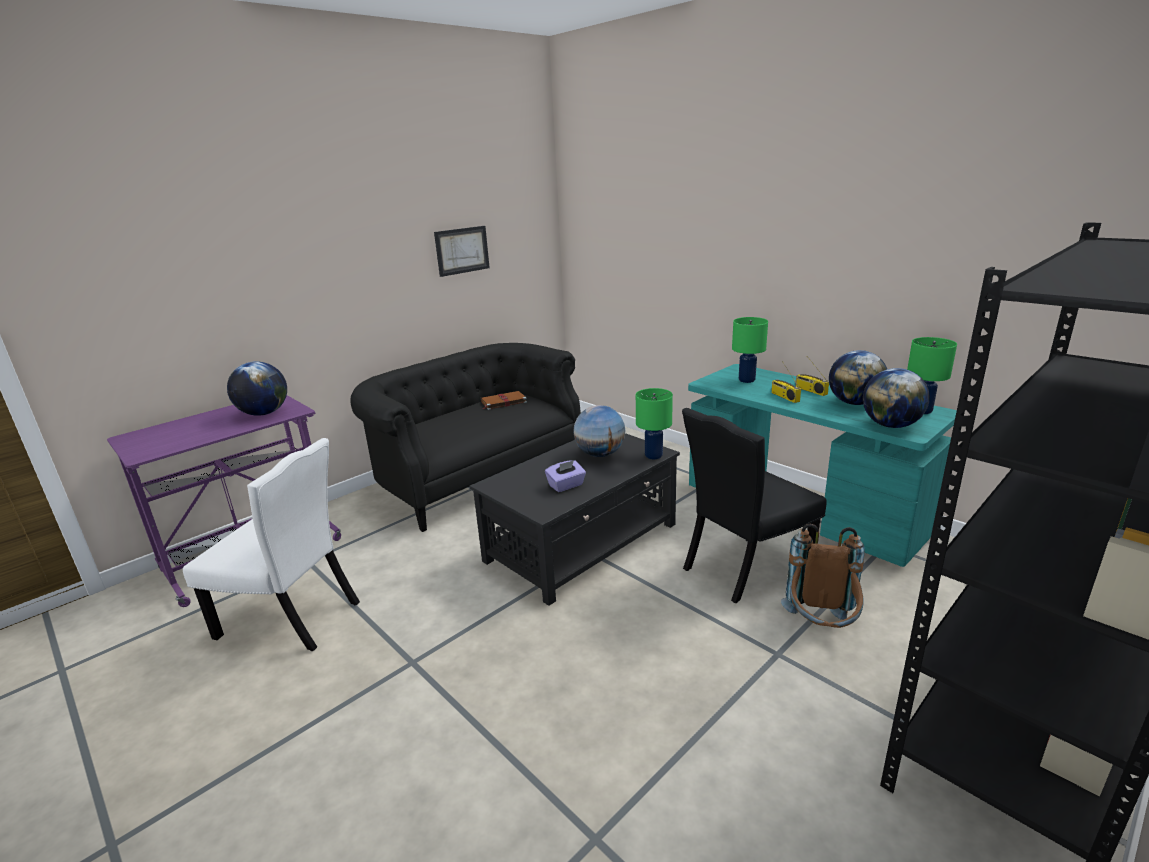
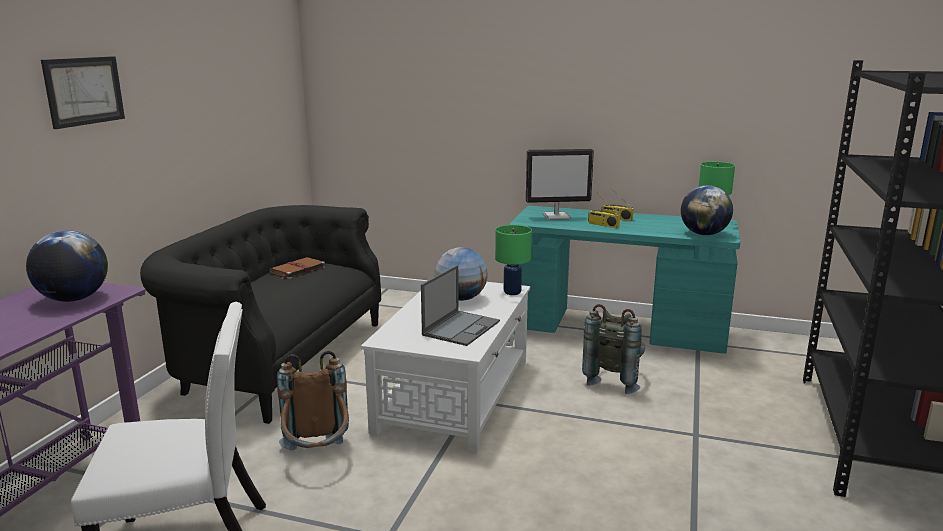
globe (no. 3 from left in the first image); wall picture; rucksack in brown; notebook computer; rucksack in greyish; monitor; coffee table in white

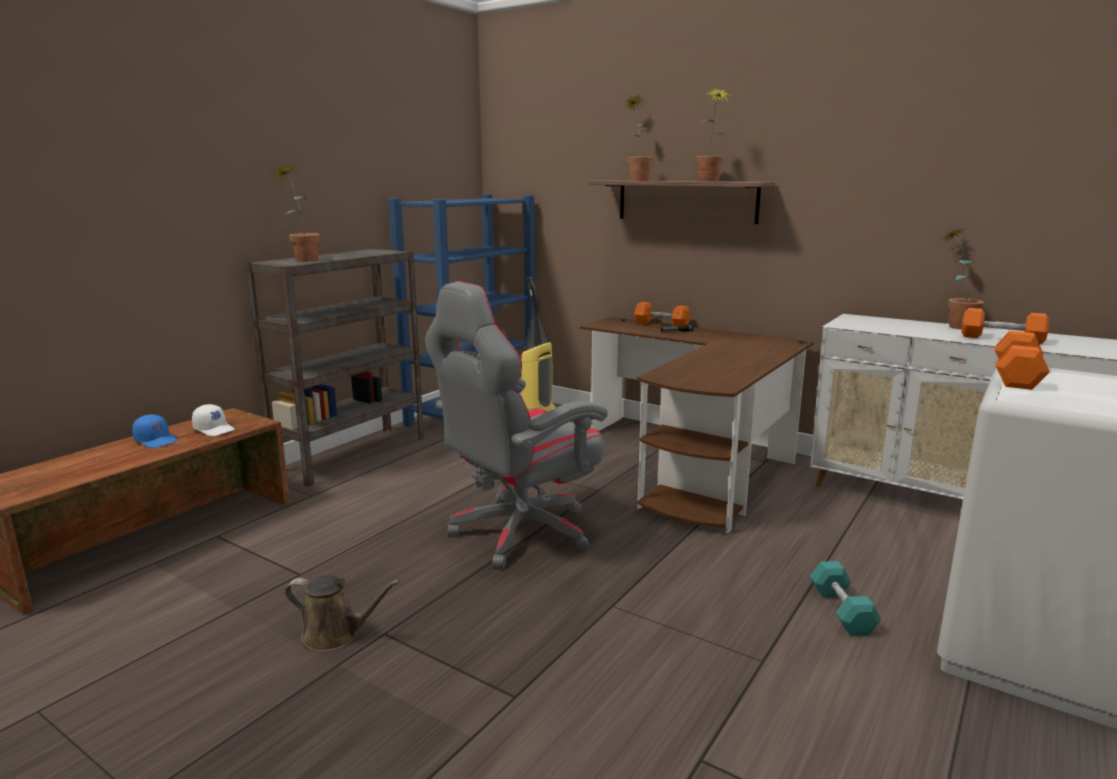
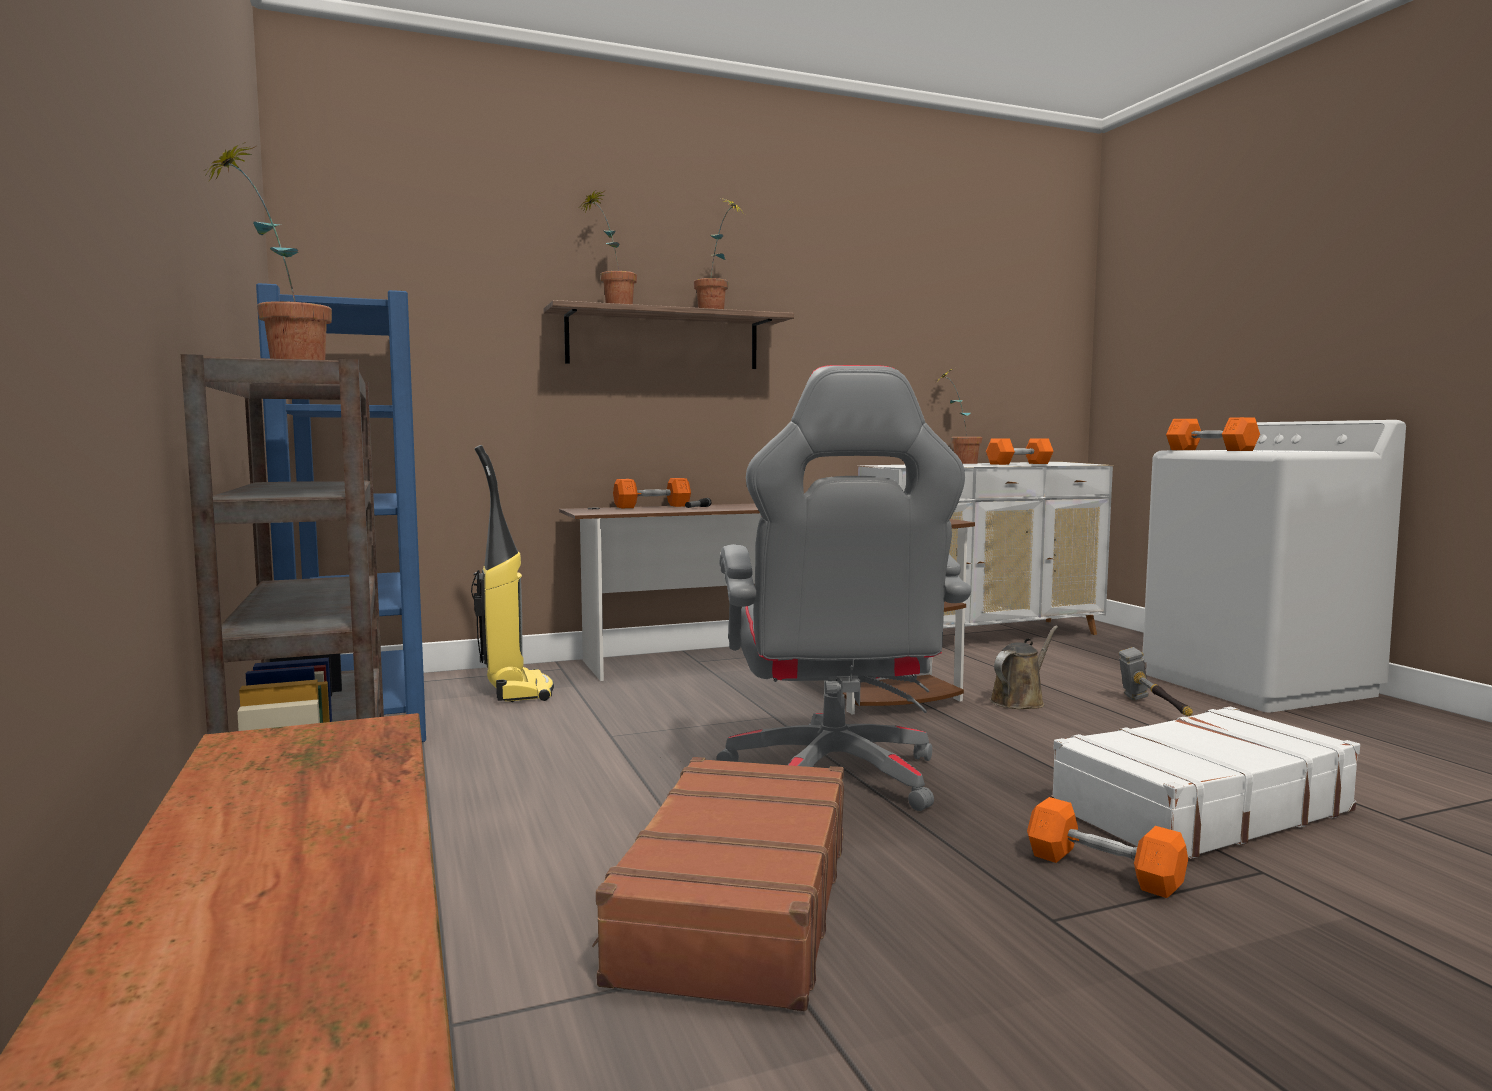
peaked cap in blue-coloured; peaked cap in white; suitcase in brown; free weight in orange-coloured (no. 3 from left); suitcase in white; watering can in brown; hammer

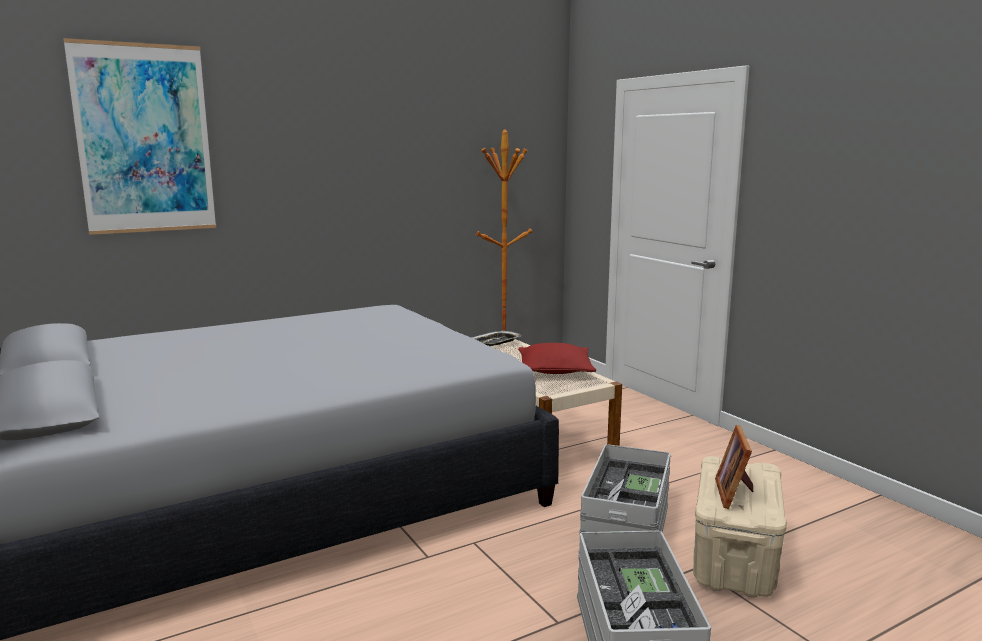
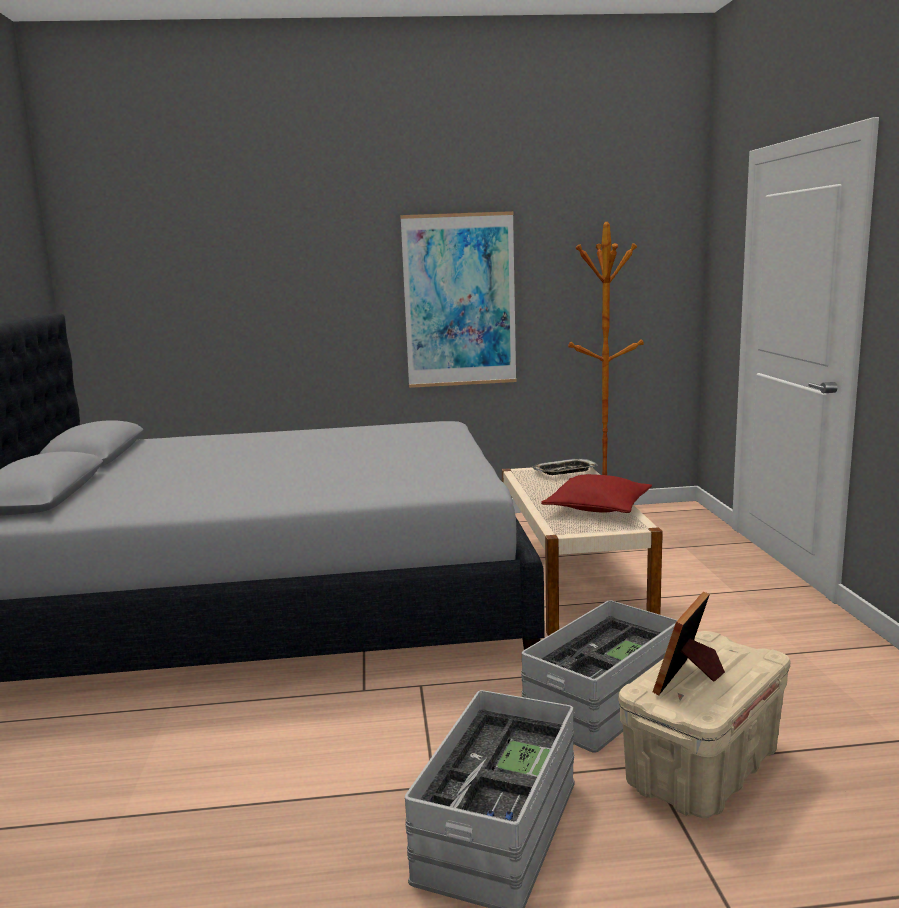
wall picture

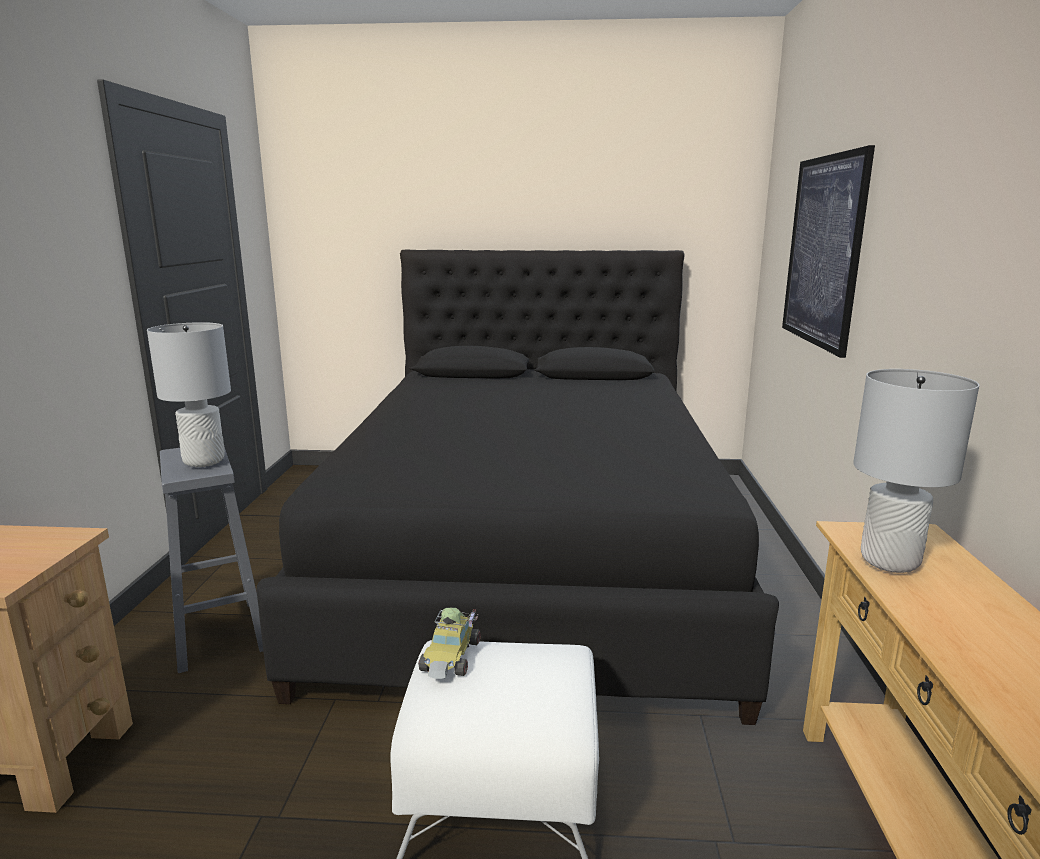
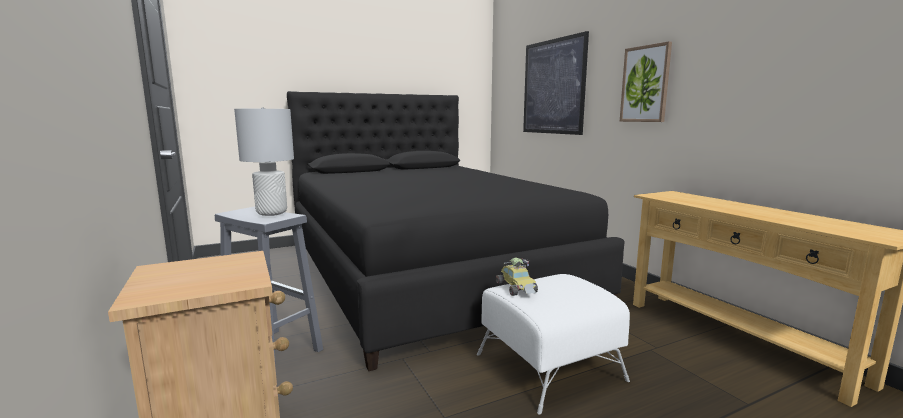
lamp for a table in greyish (no. 2 from left in the first image); wall picture (no. 2 from left)

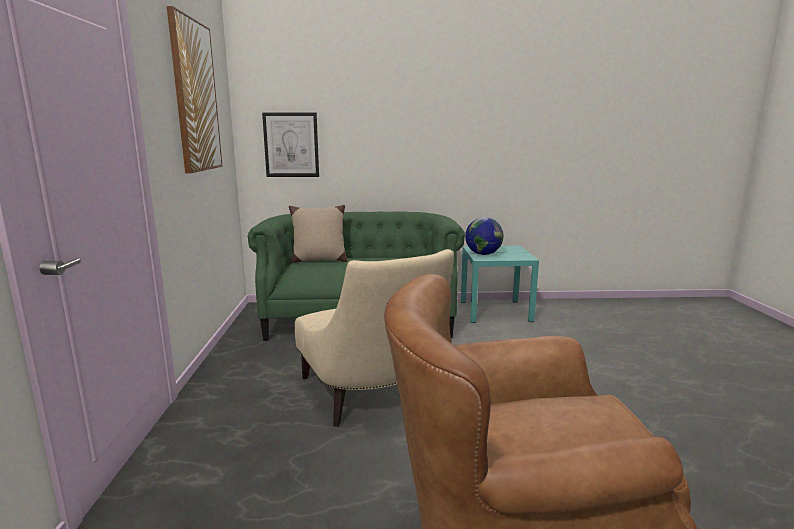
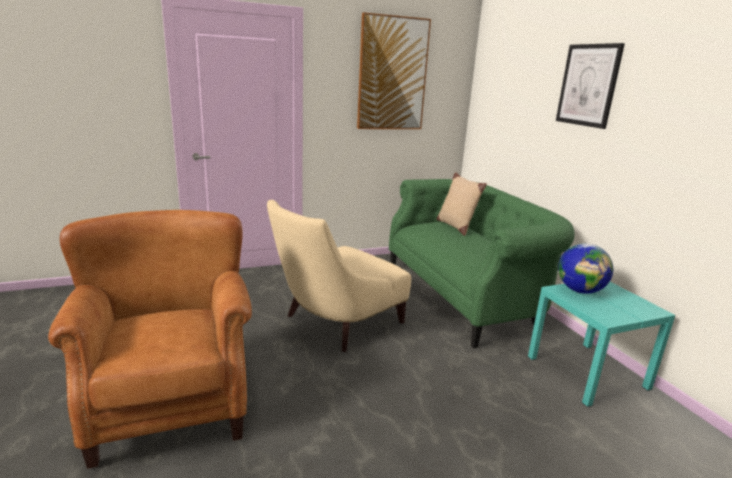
wall picture (no. 2 from left)

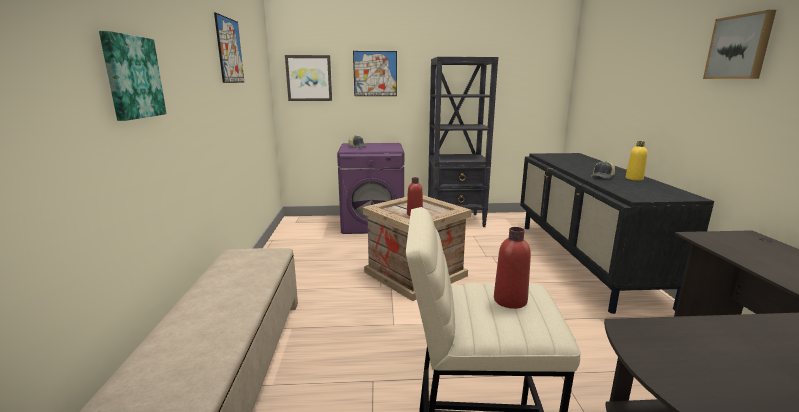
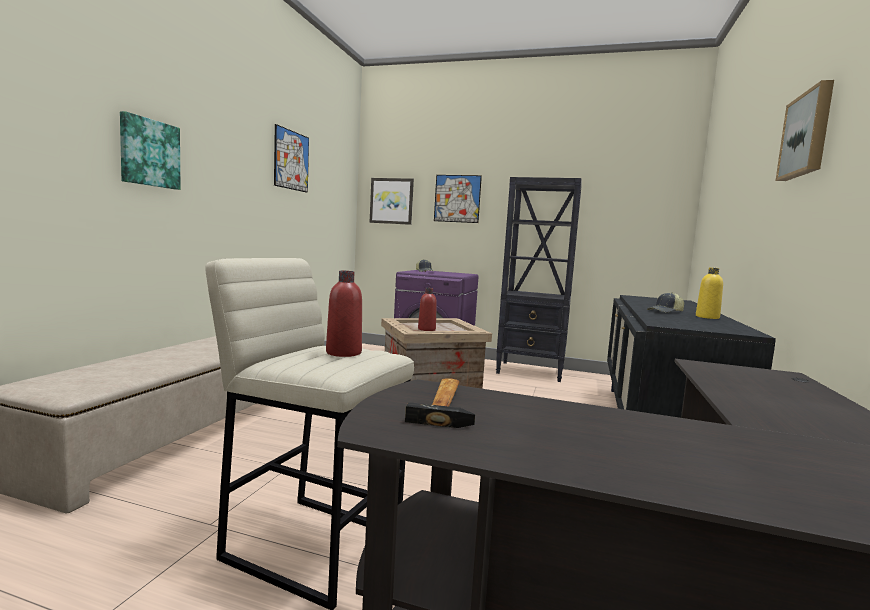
hammer

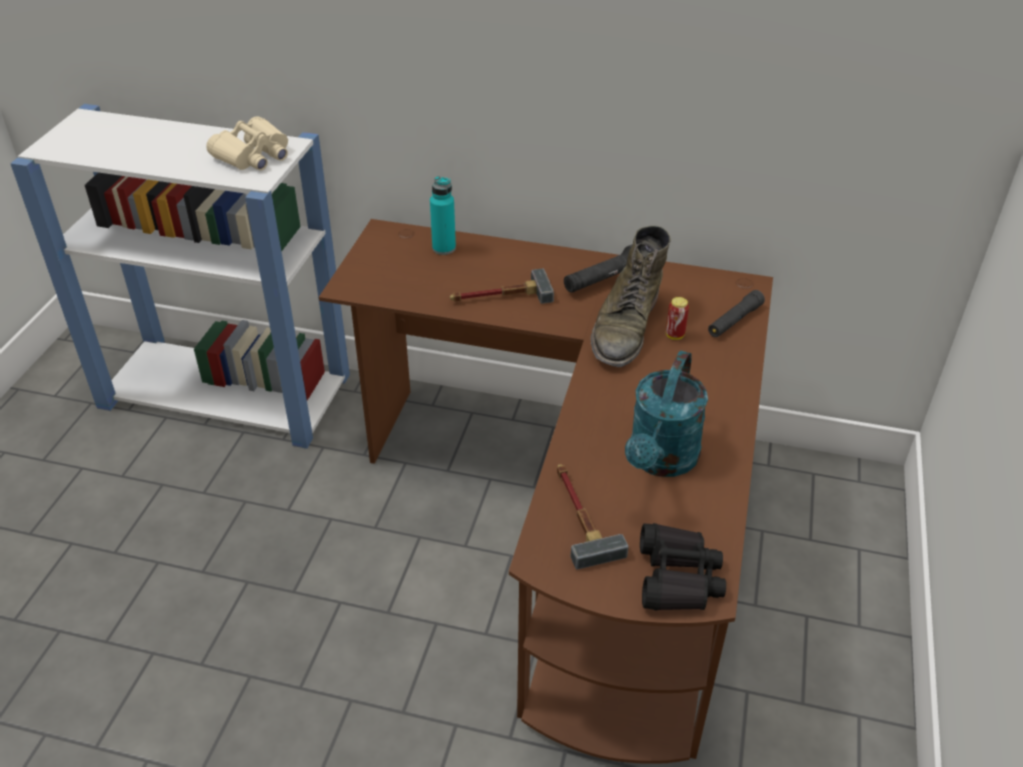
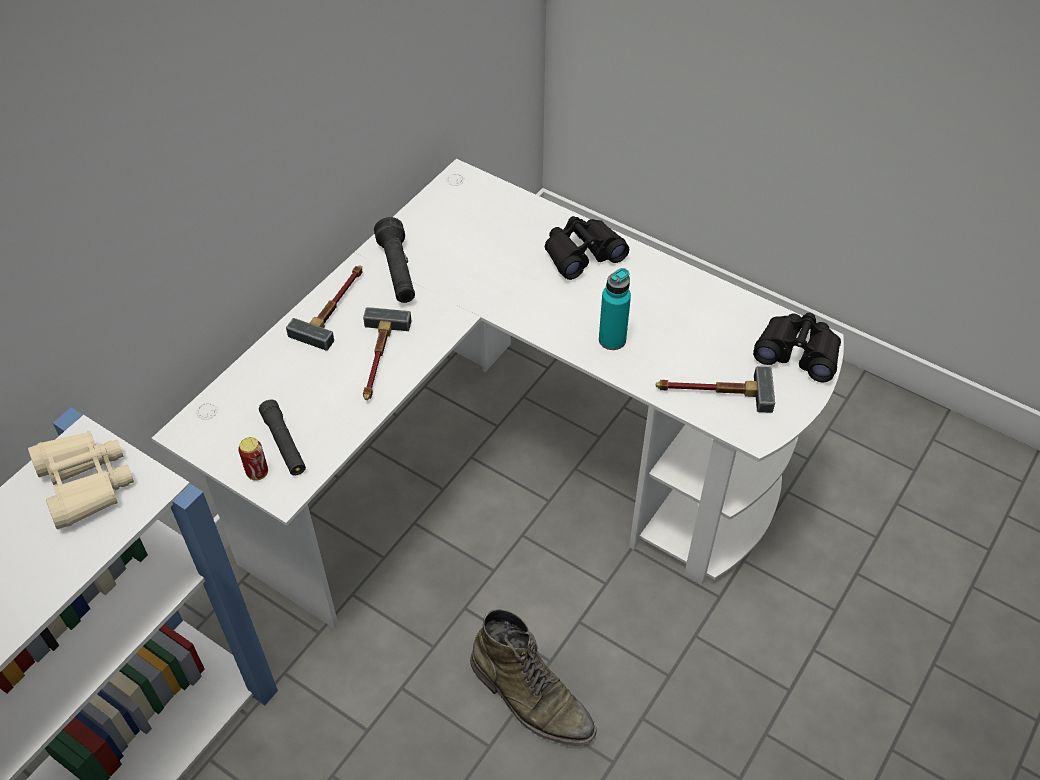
watering can in turquoise-coloured; hammer (no. 1 from left); field glasses in black (no. 1 from left); drink bottle in turquoise-coloured; high-top boot in green; sealed can; hand torch in black (no. 1 from left); desk unit in white

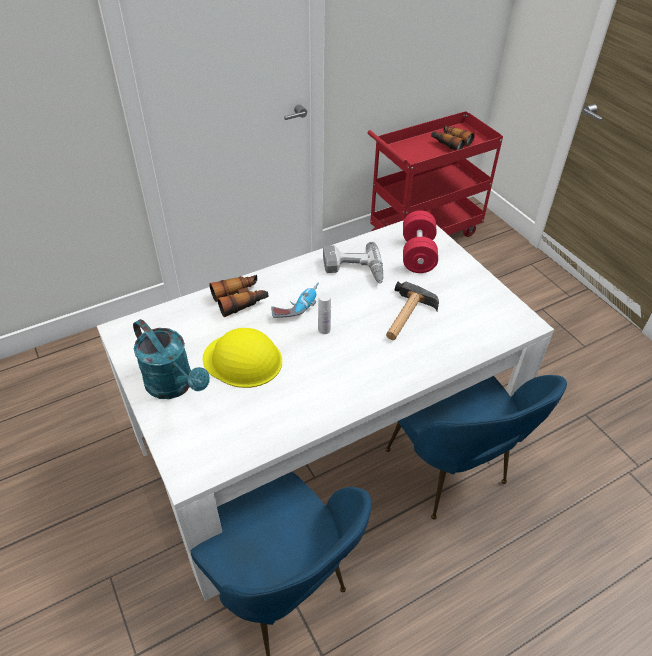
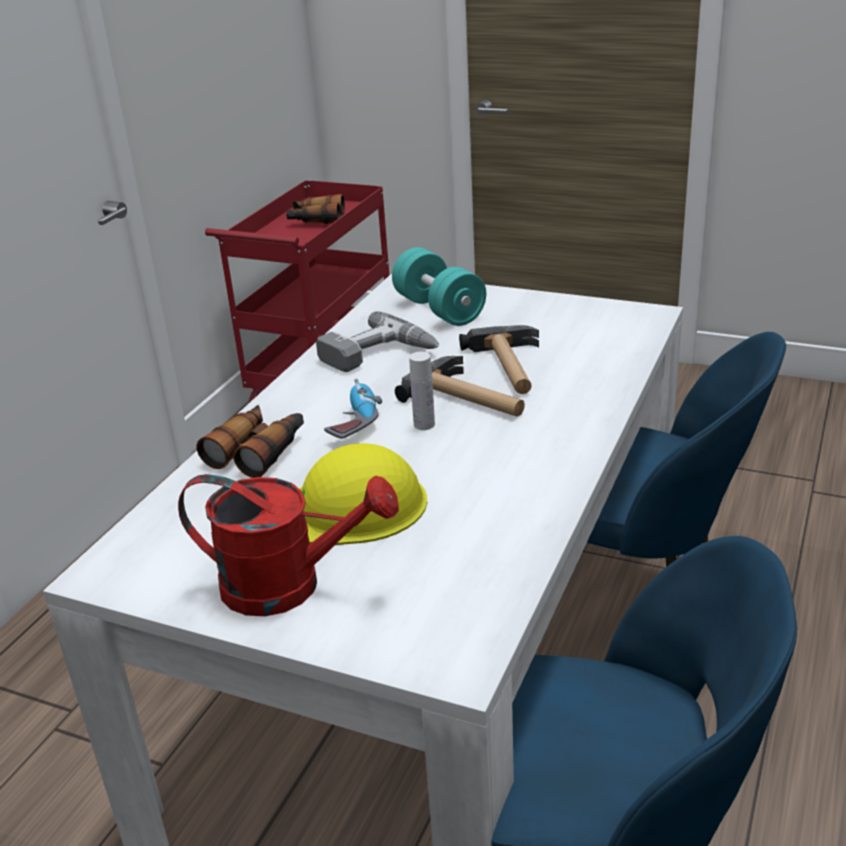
hammer (no. 1 from left); watering can in reddish; free weight in turquoise-coloured

